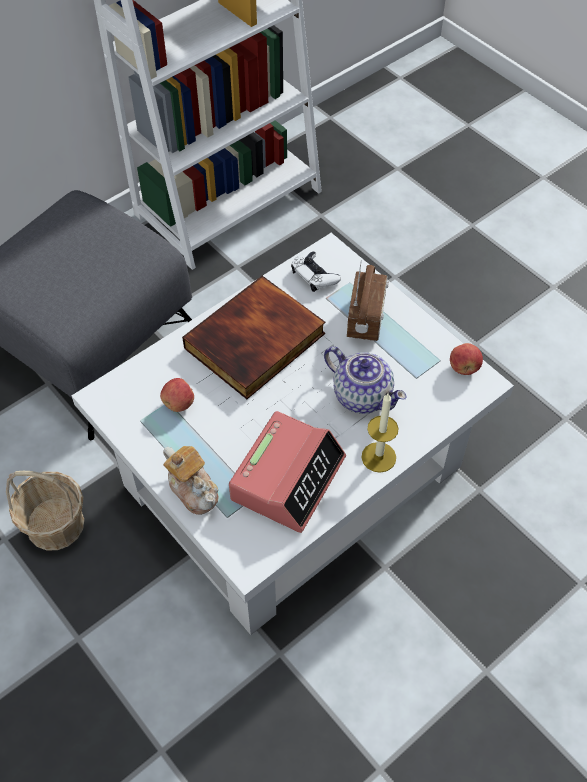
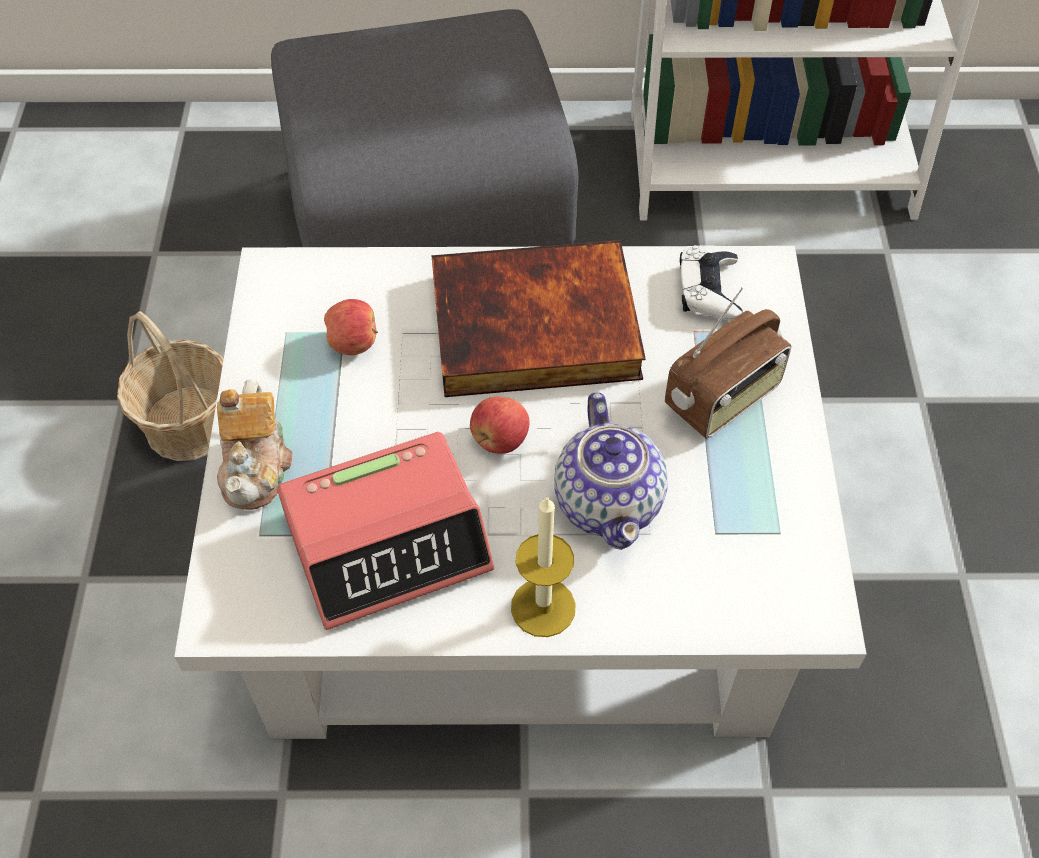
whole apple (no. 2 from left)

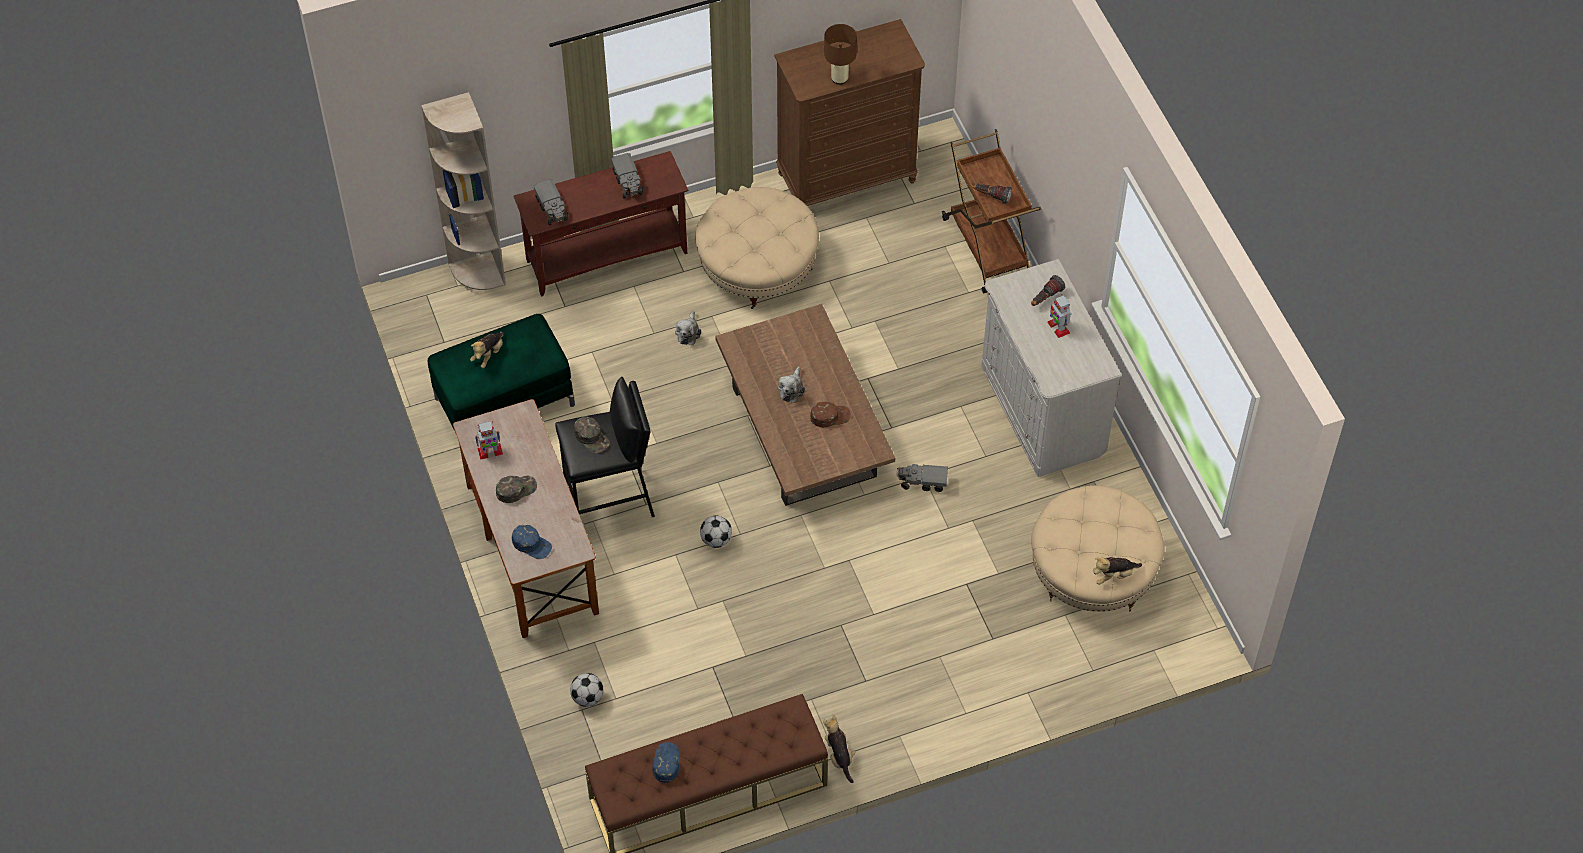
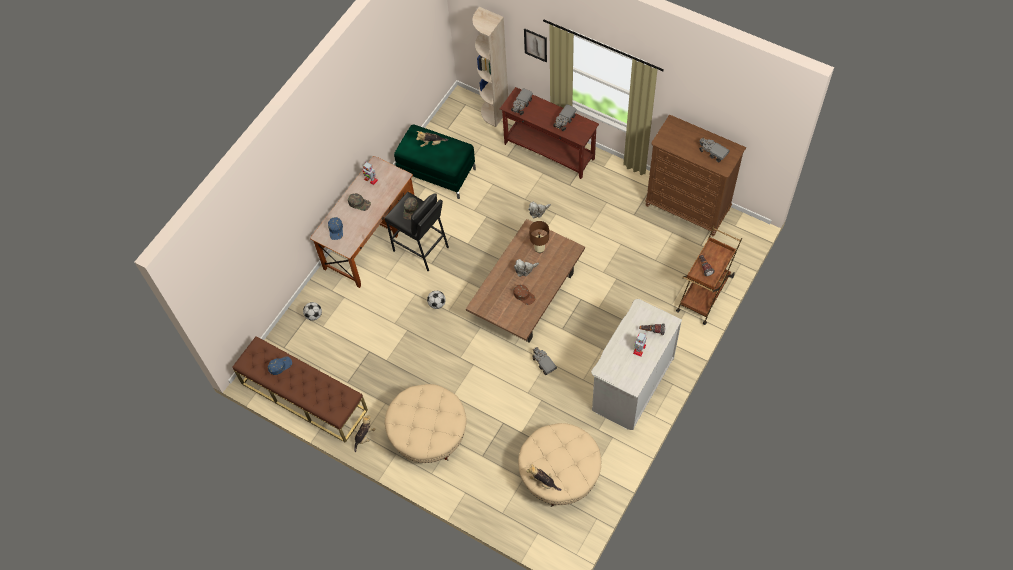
wall picture; toy lorry (no. 4 from left); ottoman in sand-coloured (no. 1 from left); lamp for a table in brown

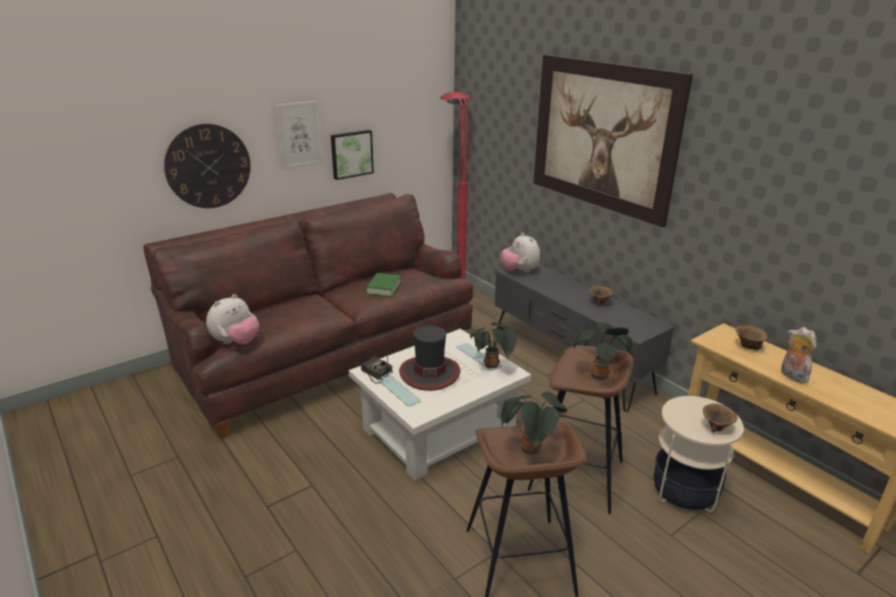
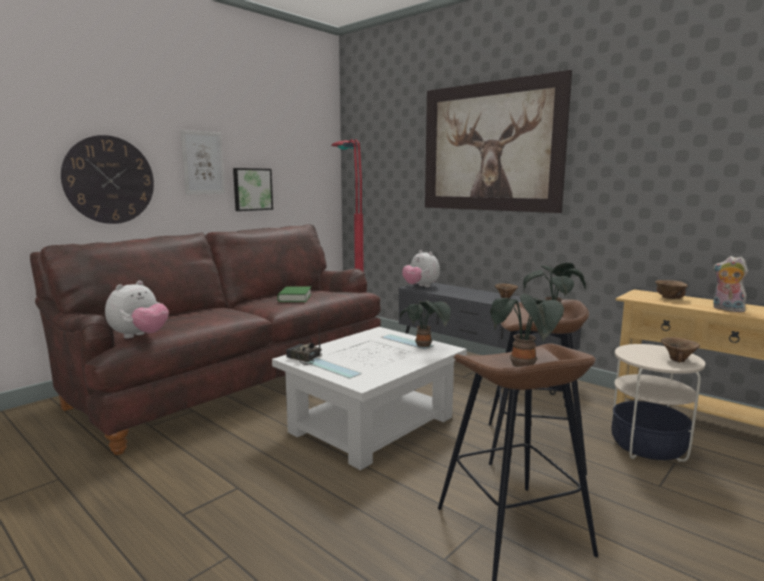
wearable hat

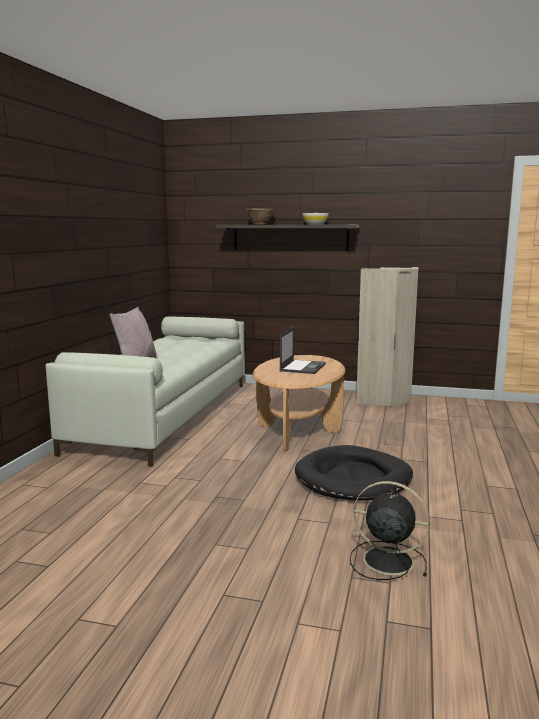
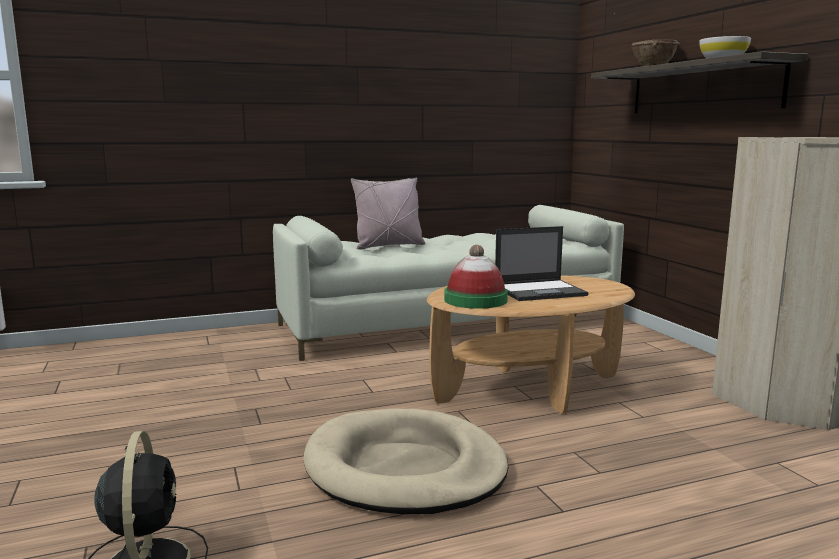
wearable hat; dog cushion in sand-coloured

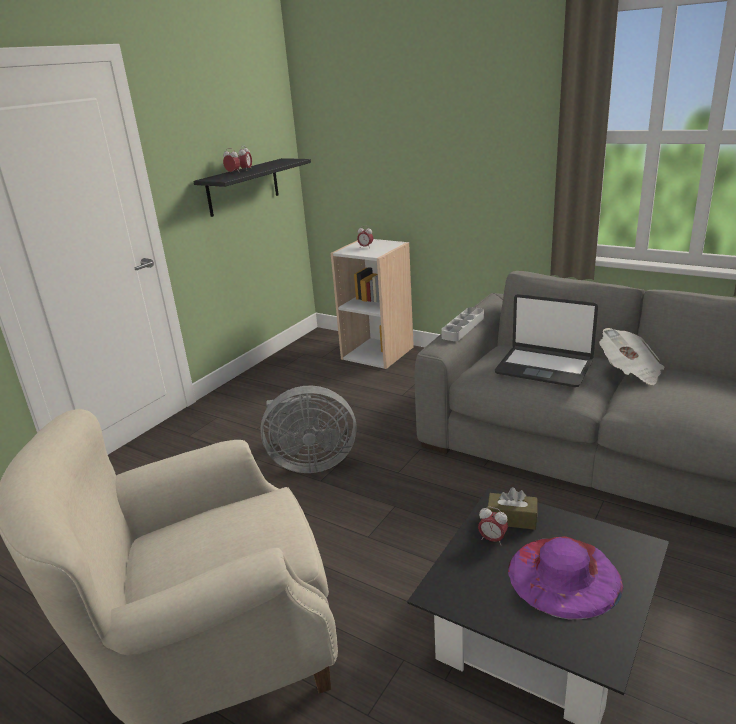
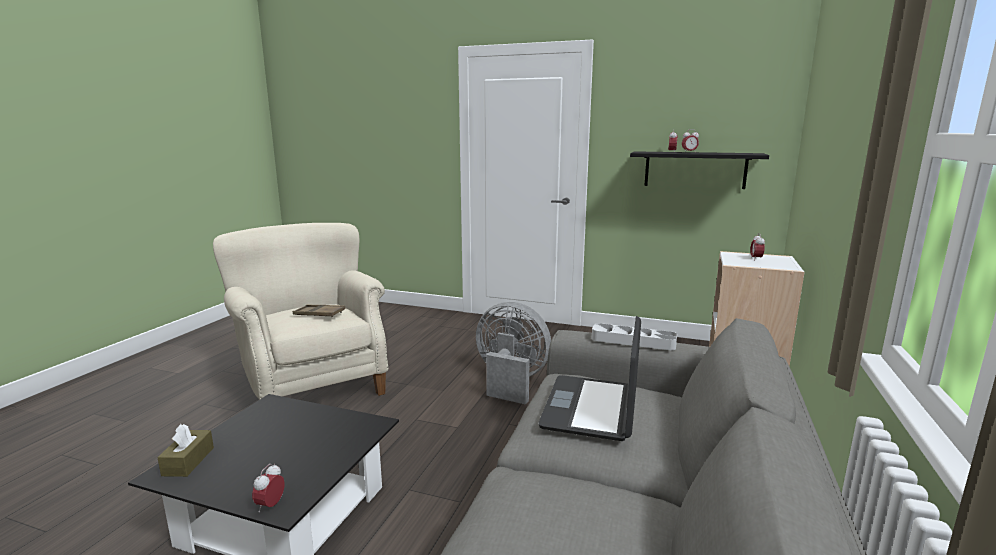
wearable hat in purple-coloured; printed paper; tray in brown; bedside clock (no. 1 from left); tissue holder in brown; cooling fan in greyish

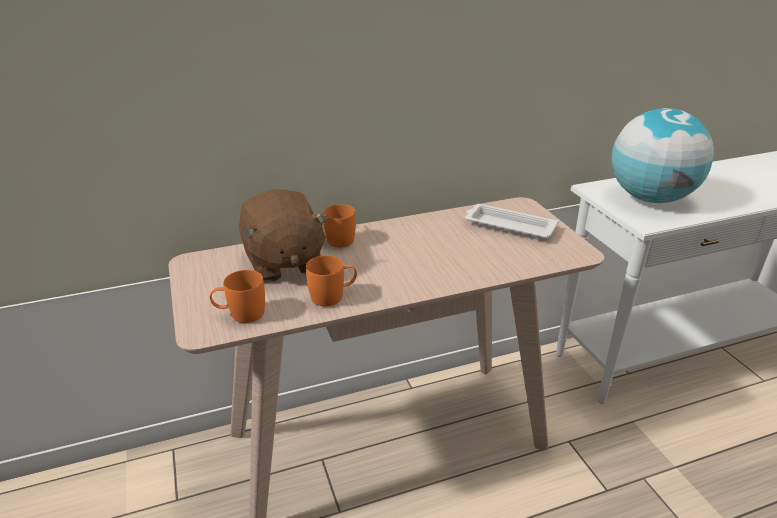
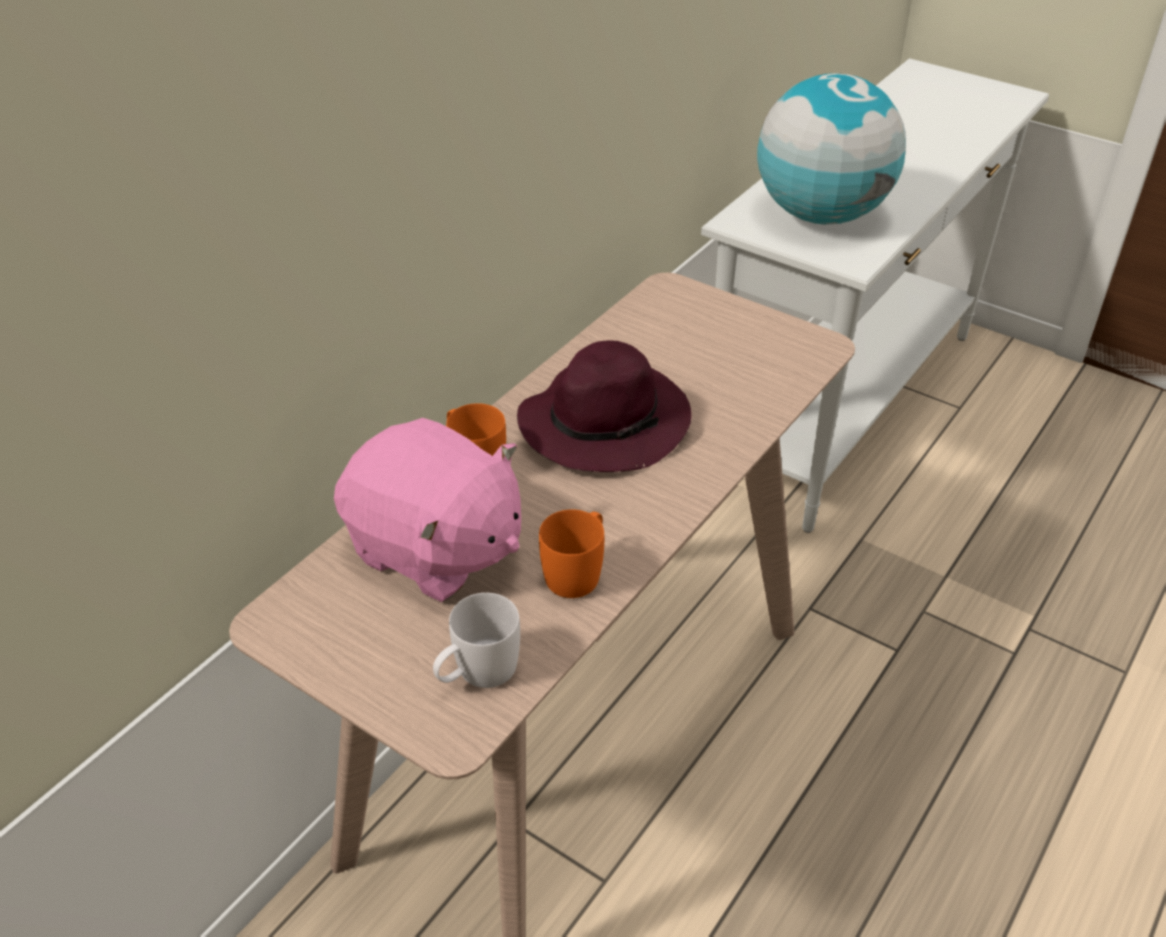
tray in white; wearable hat in purple-coloured; tea mug in white; soft toy in pink-coloured

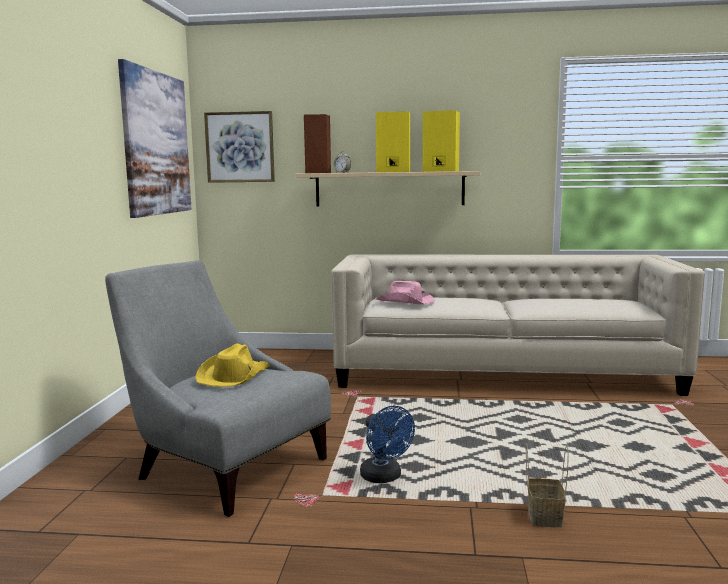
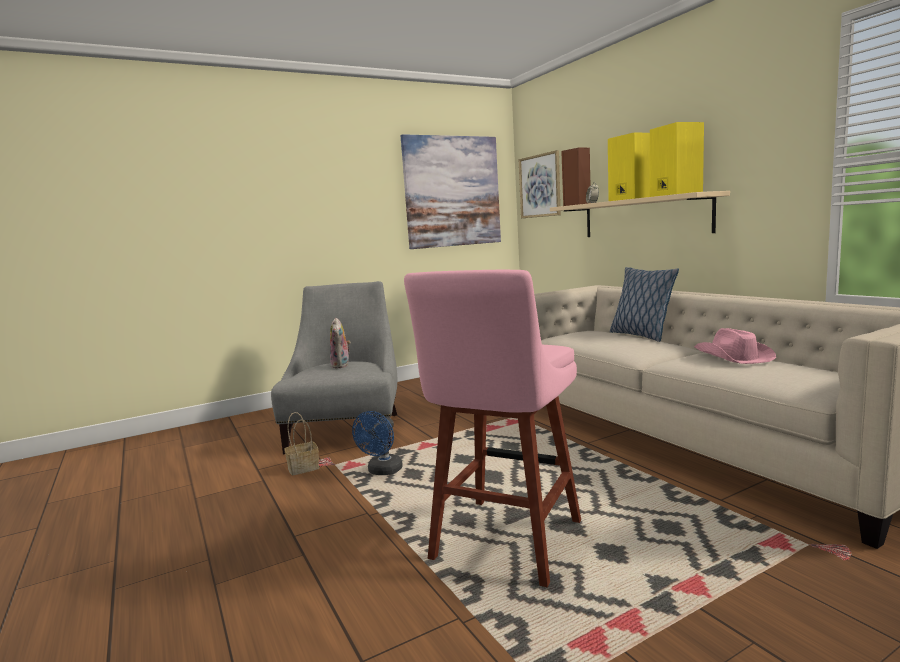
sitting stool in pink-coloured; throw pillow; wearable hat in pink-coloured; household basket; soft toy

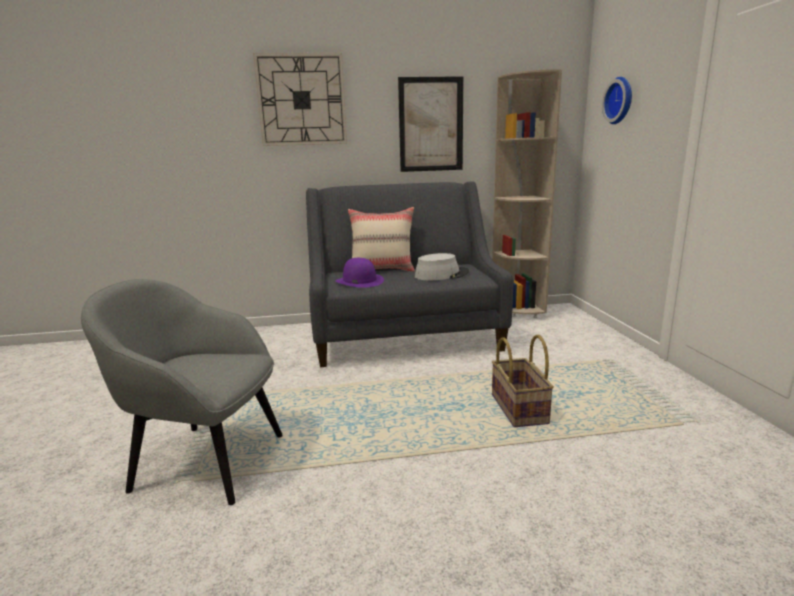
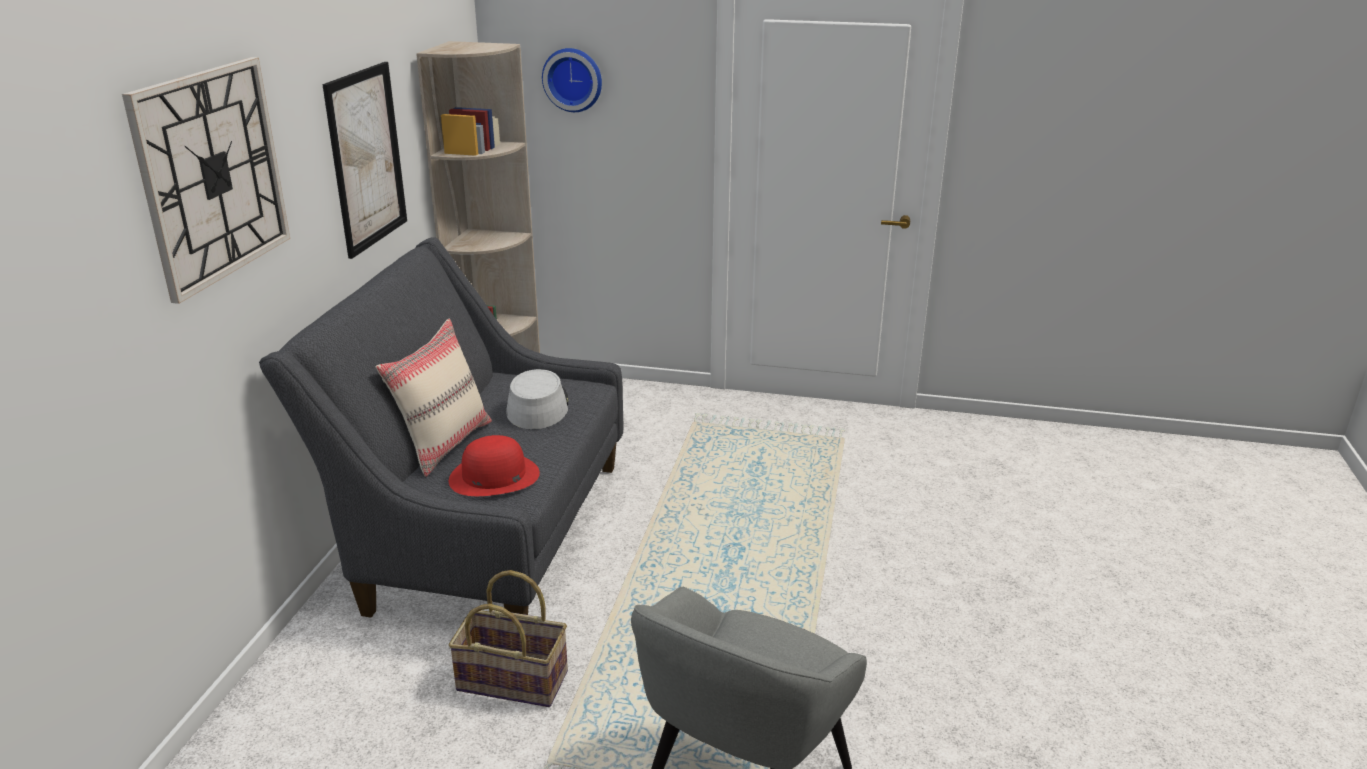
household basket; wearable hat in reddish

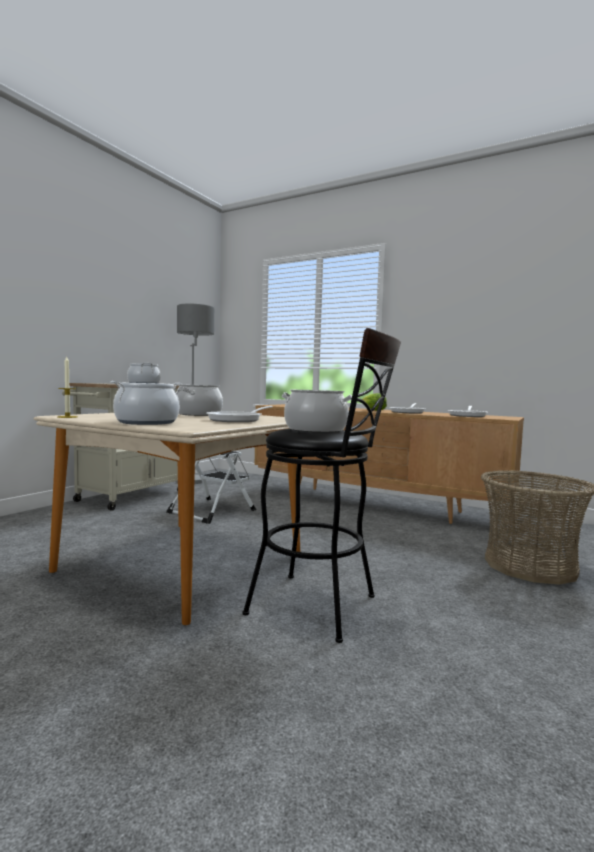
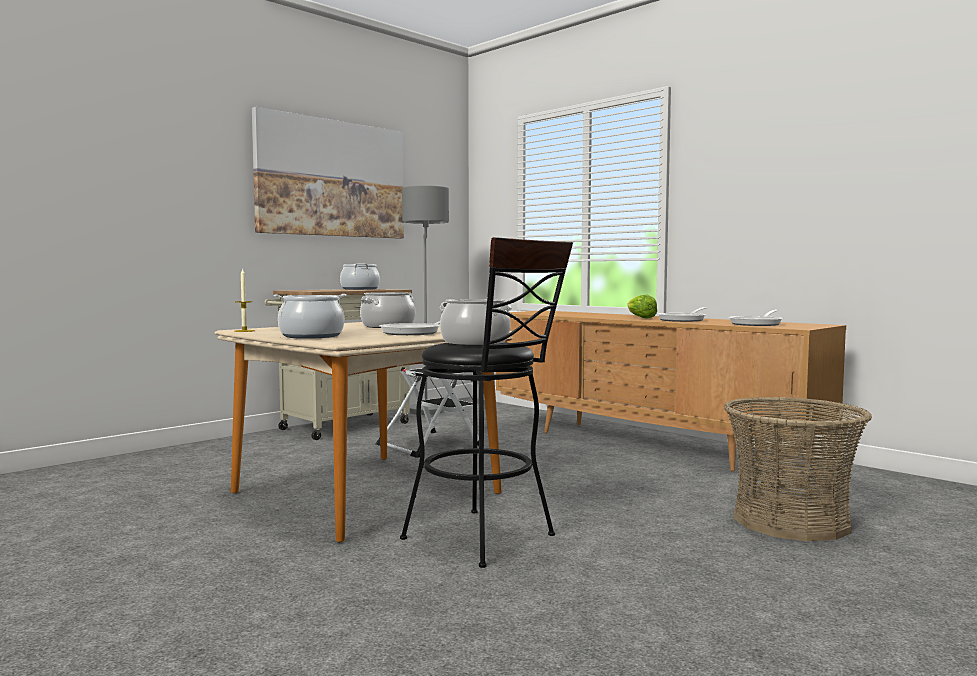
wall picture

